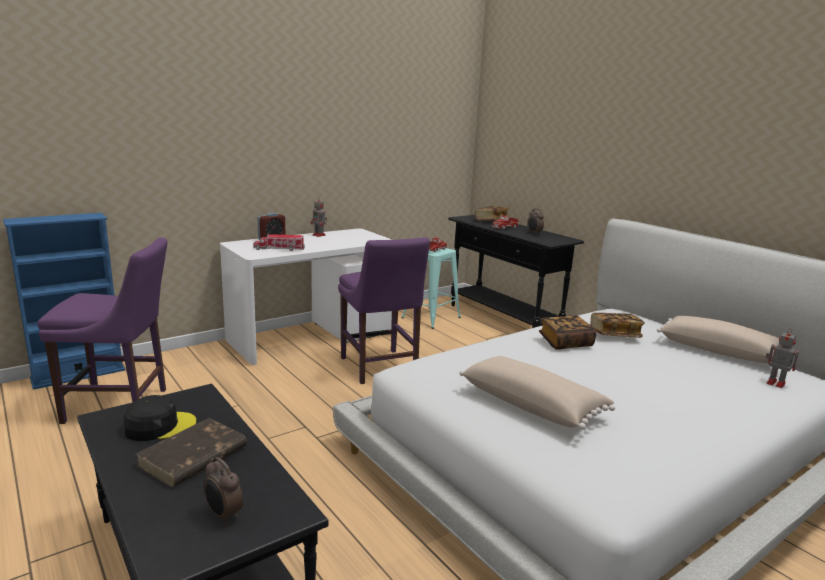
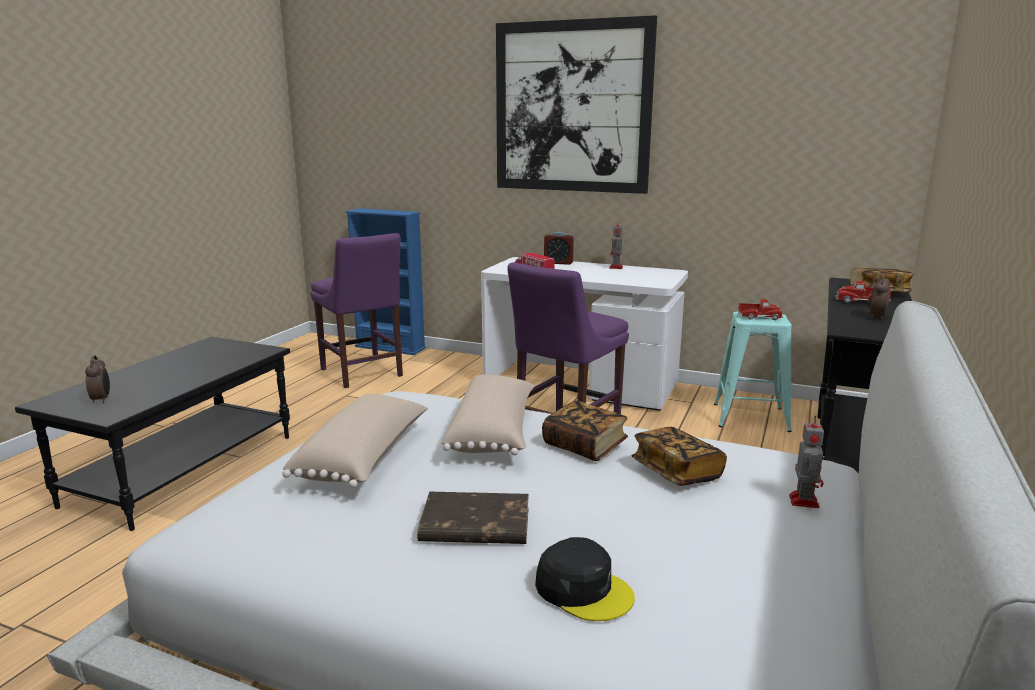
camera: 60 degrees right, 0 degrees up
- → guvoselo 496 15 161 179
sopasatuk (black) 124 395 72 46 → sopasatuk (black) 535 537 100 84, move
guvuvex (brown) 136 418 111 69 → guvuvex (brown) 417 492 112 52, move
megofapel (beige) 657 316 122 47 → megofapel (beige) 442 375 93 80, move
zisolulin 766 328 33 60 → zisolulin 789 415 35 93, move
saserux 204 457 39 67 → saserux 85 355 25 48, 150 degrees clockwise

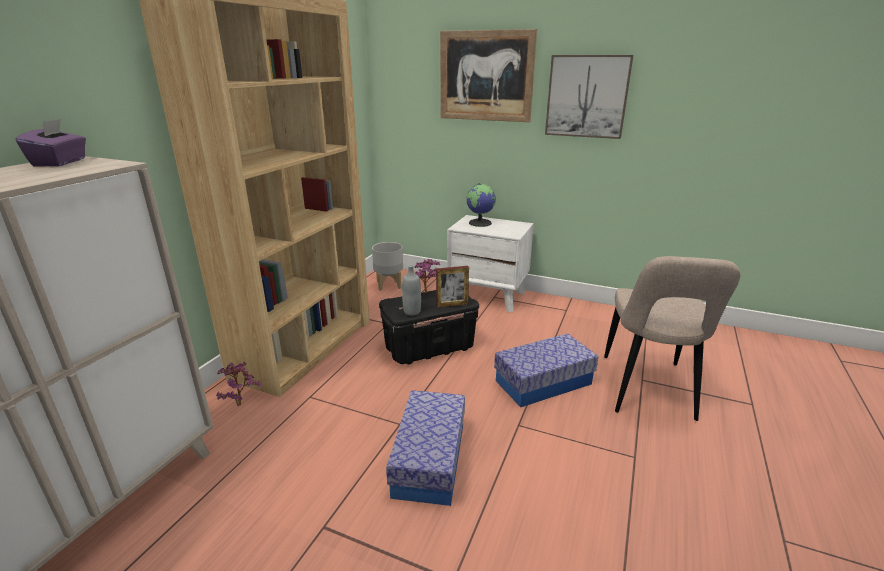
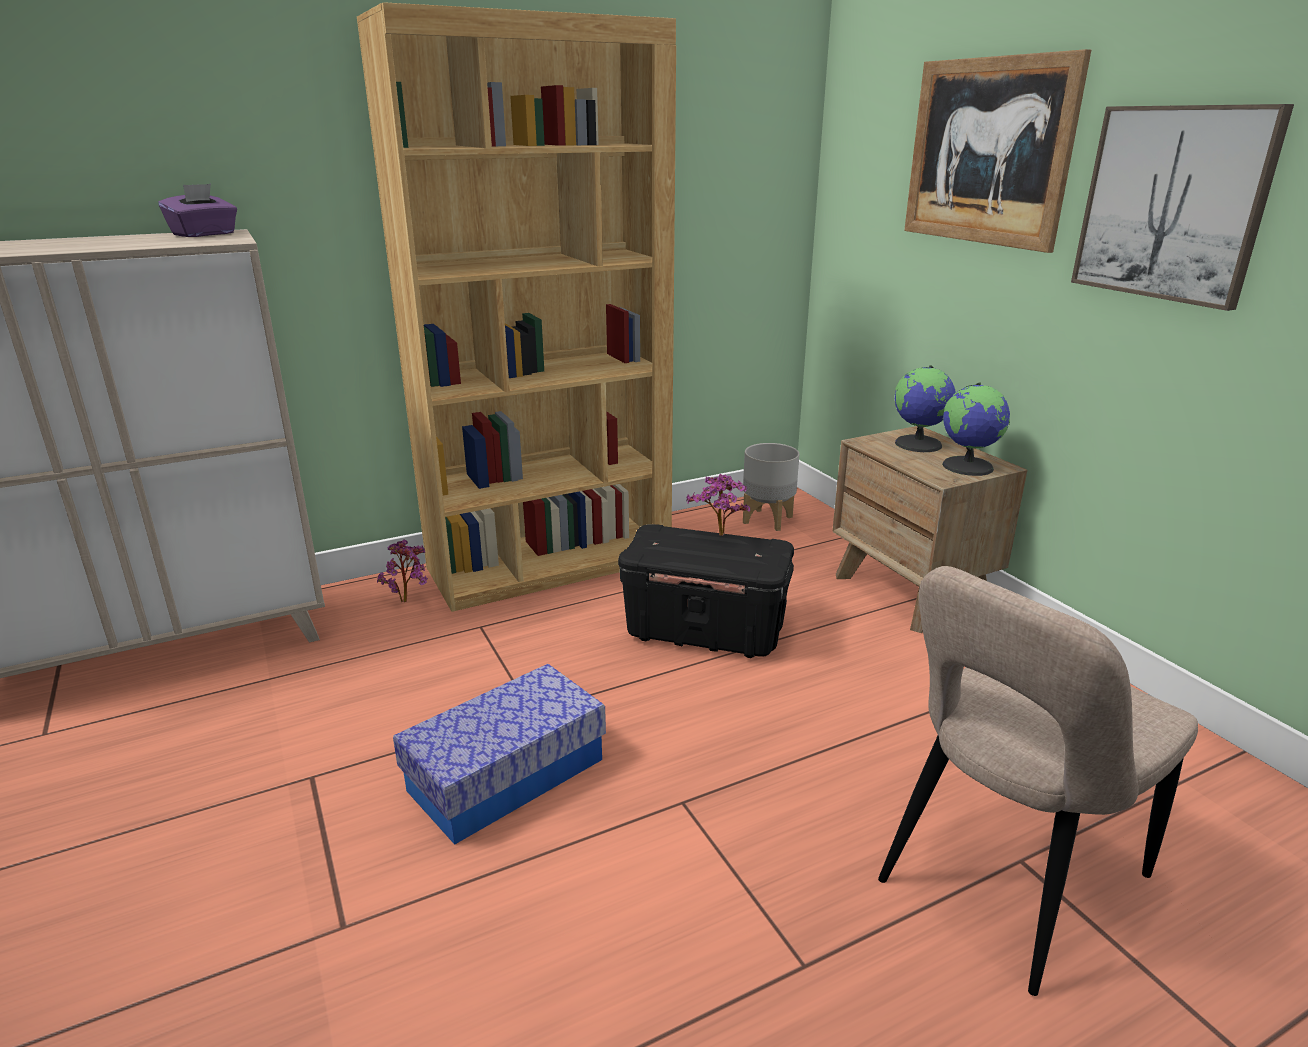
camera: 40 degrees right, 0 degrees up
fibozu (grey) 402 265 19 50 → -
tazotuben 436 266 33 42 → -
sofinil 494 333 104 74 → -
- → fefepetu 942 382 68 94
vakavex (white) 447 215 87 97 → vakavex (brown) 832 426 195 207

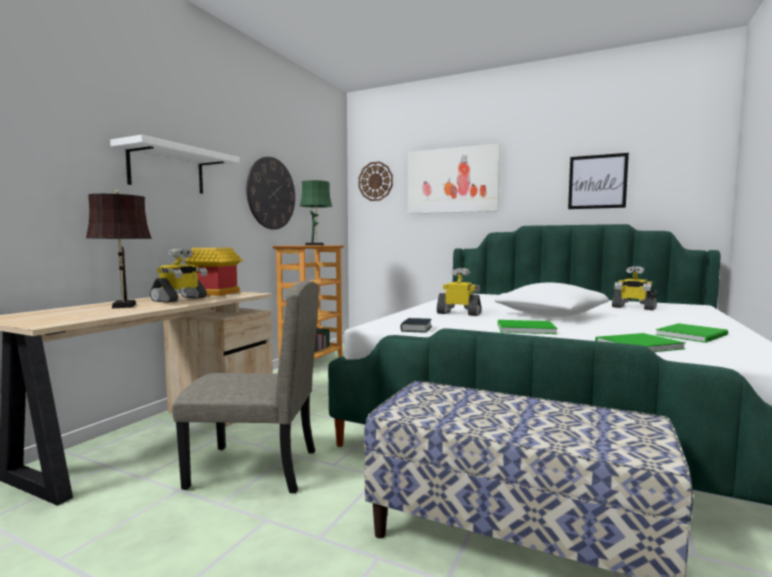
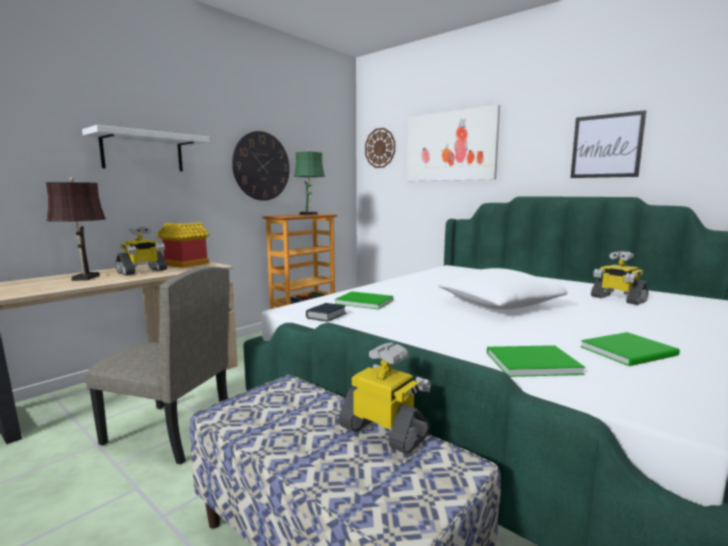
camera: 15 degrees right, 5 degrees up
zisolulin 437 268 44 48 → zisolulin 338 342 93 112, move
guvuvex (green) 498 320 60 14 → guvuvex (green) 335 291 58 19, move

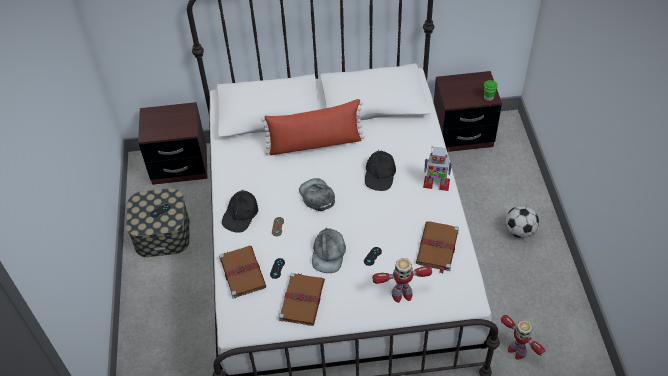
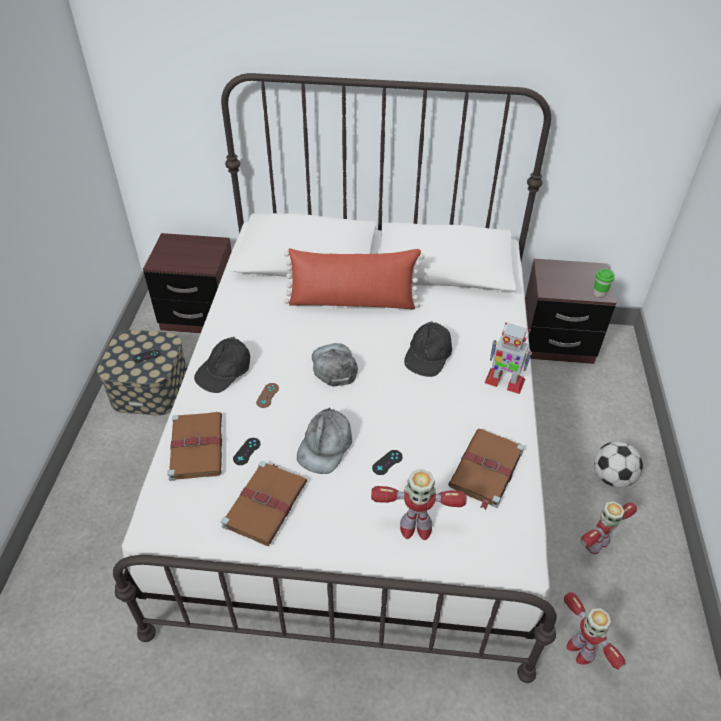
camera: 10 degrees right, 5 degrees down
- → zisolulin 581 501 56 53

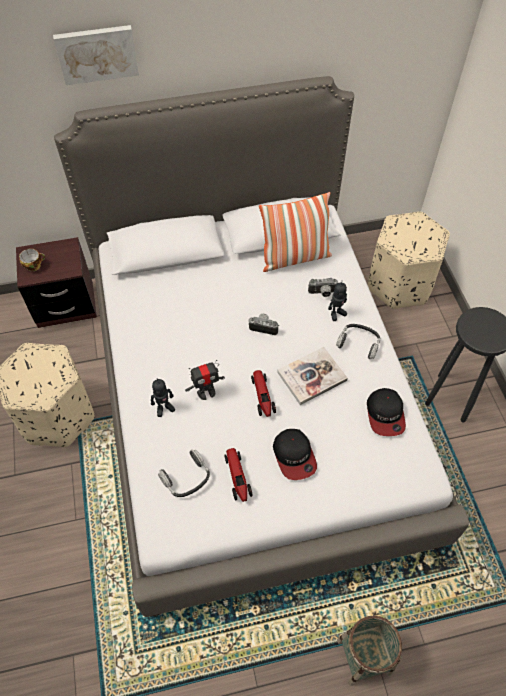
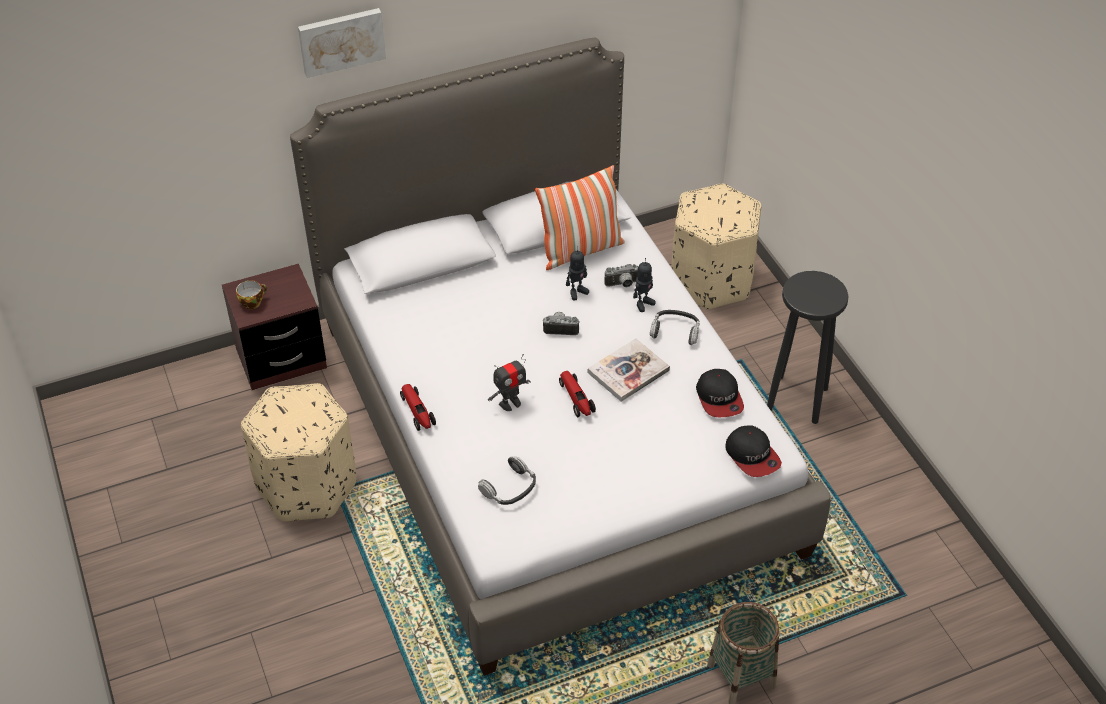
camera: 10 degrees left, 10 degrees down
zisolulin 151 378 24 39 → zisolulin 566 246 23 54, move
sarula 224 448 28 54 → sarula 400 384 36 47, move
sopasatuk 273 429 44 51 → sopasatuk 725 425 57 52, move

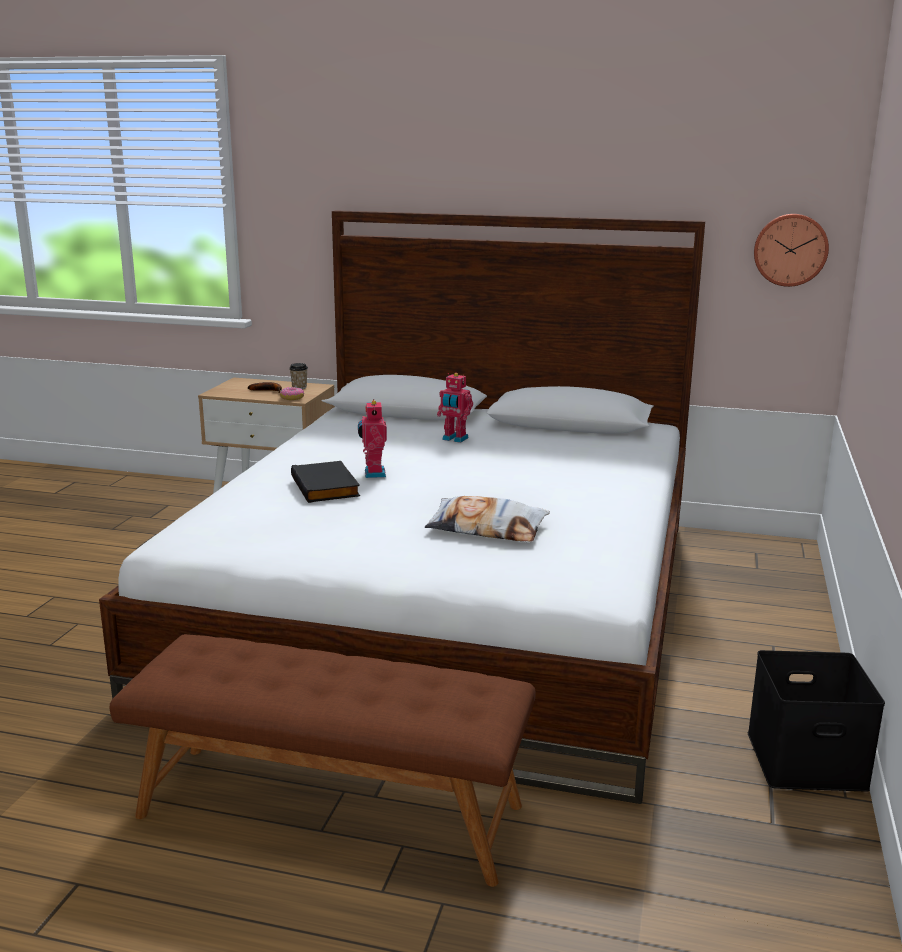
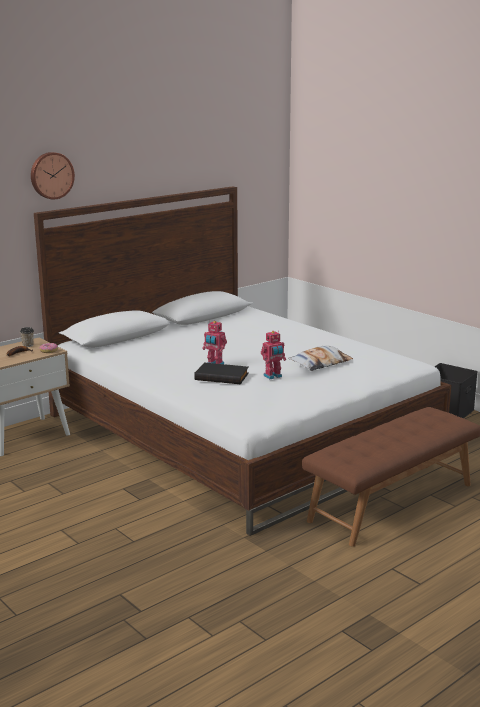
camera: 55 degrees left, 0 degrees up
zisolulin 437 373 36 70 → zisolulin 261 331 25 48, move
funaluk 754 214 75 73 → funaluk 31 152 44 47, move

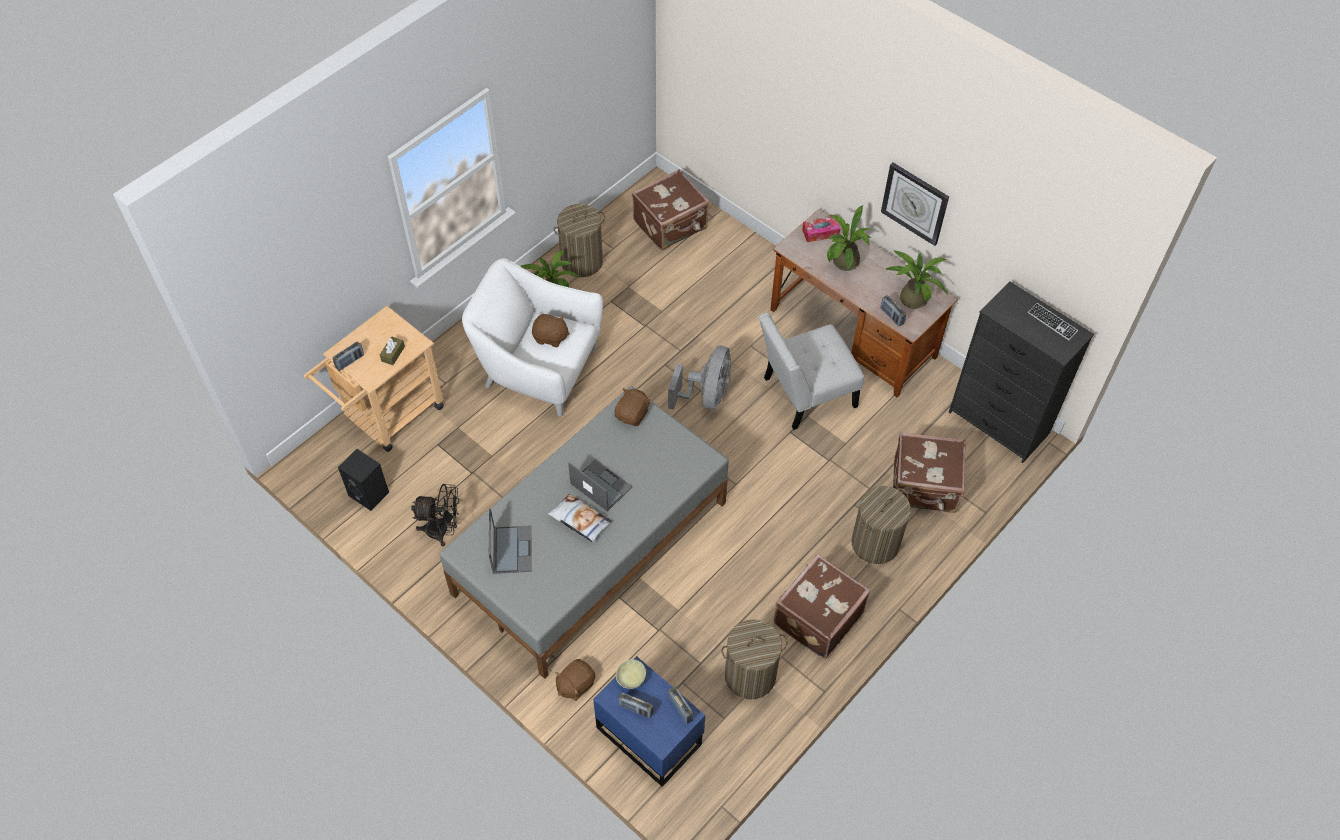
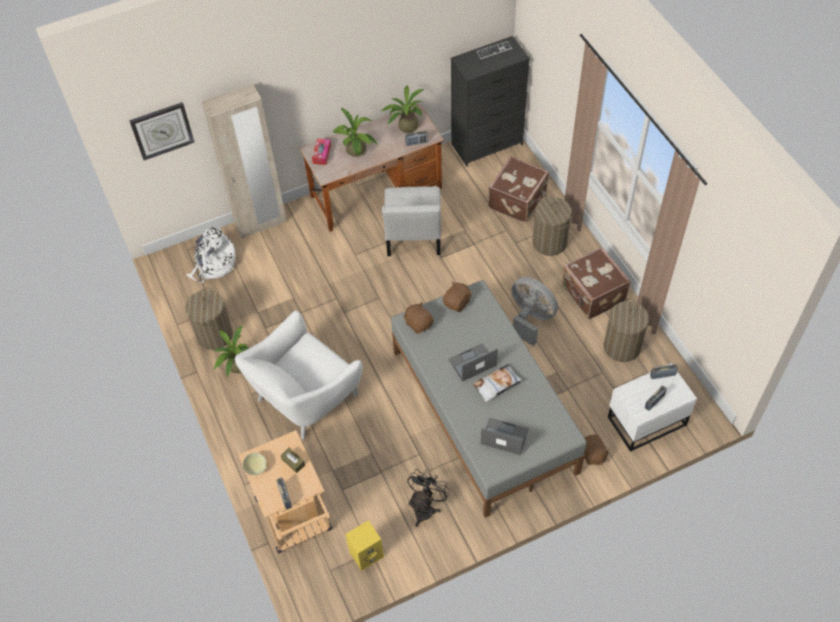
camera: 65 degrees left, 0 degrees up
- → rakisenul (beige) 202 84 85 155
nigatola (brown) 532 314 38 33 → nigatola (brown) 443 281 29 31, move
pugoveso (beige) 616 659 30 30 → pugoveso (beige) 243 452 24 24, move
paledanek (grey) 668 346 63 64 → paledanek (grey) 511 277 47 69, move
funaluk 881 162 68 84 → funaluk 129 102 66 58, move
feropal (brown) 632 170 77 80 → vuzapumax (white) 186 227 50 56
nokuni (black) 338 449 51 62 → nokuni (yellow) 345 520 39 51
vakavex (blue) 593 656 112 131 → vakavex (white) 608 363 89 89

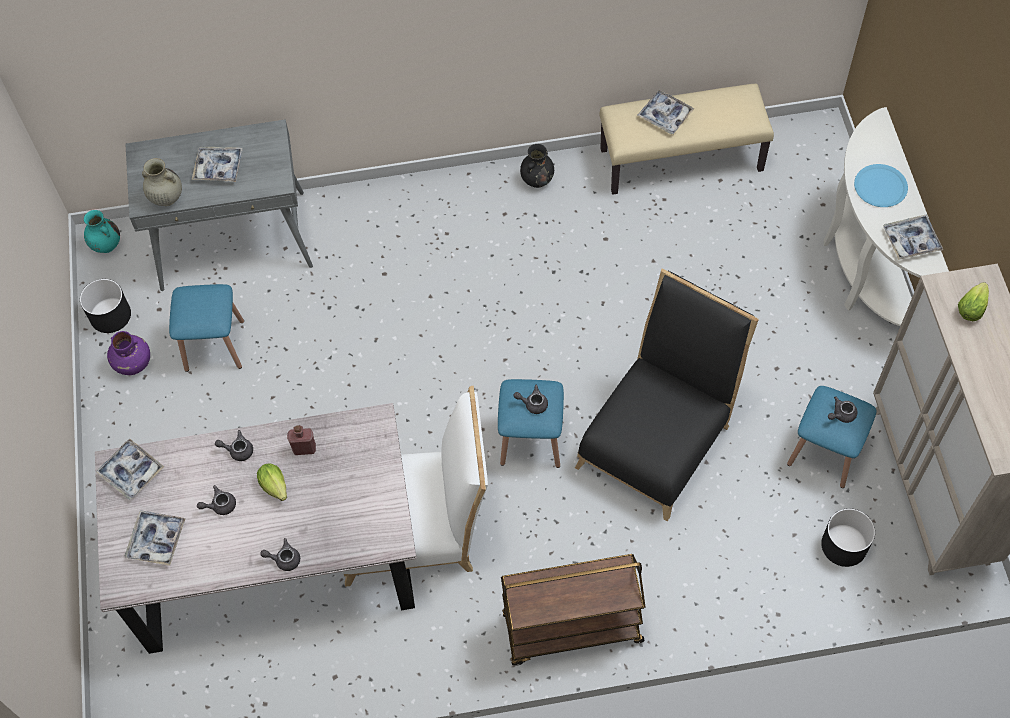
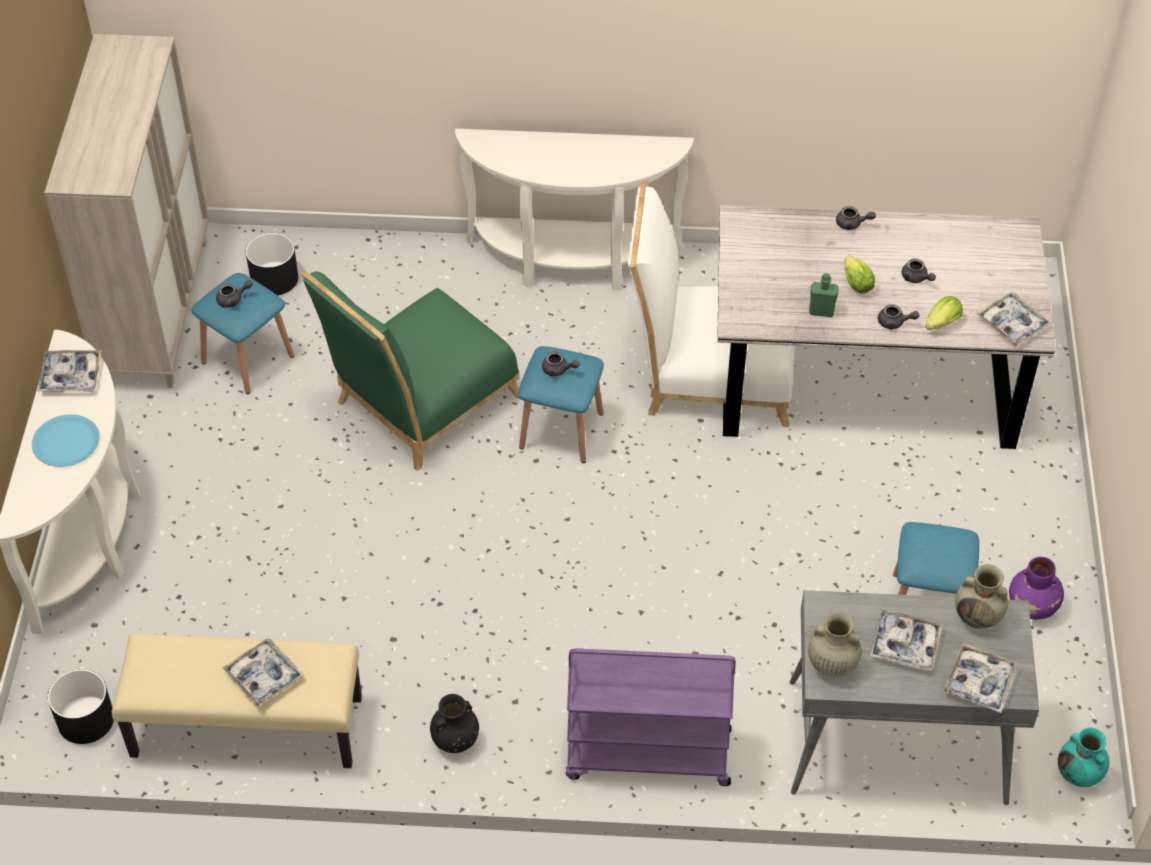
camera: 170 degrees left, 10 degrees down
- → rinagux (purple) 565 648 171 138
- → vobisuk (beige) 808 612 54 65
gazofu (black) 80 279 51 54 → gazofu (black) 48 669 66 75, move
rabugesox 125 510 61 56 → rabugesox 943 643 75 70, move
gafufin 958 282 31 39 → gafufin 925 296 38 34, move
rinagux (brown) 501 554 144 111 → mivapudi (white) 455 129 239 161
fibozu (red) 287 425 29 30 → fibozu (green) 809 273 30 44
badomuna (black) 575 268 184 253 → badomuna (green) 301 270 218 201
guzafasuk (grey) 197 485 39 30 → guzafasuk (grey) 902 259 34 24, 60 degrees clockwise

